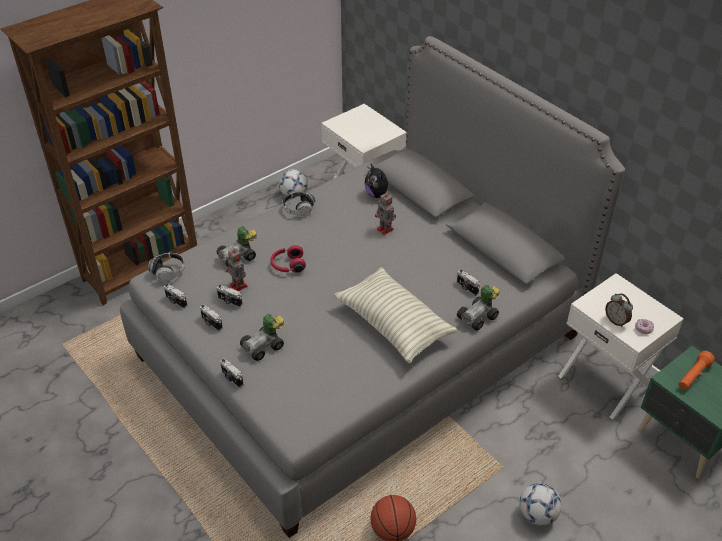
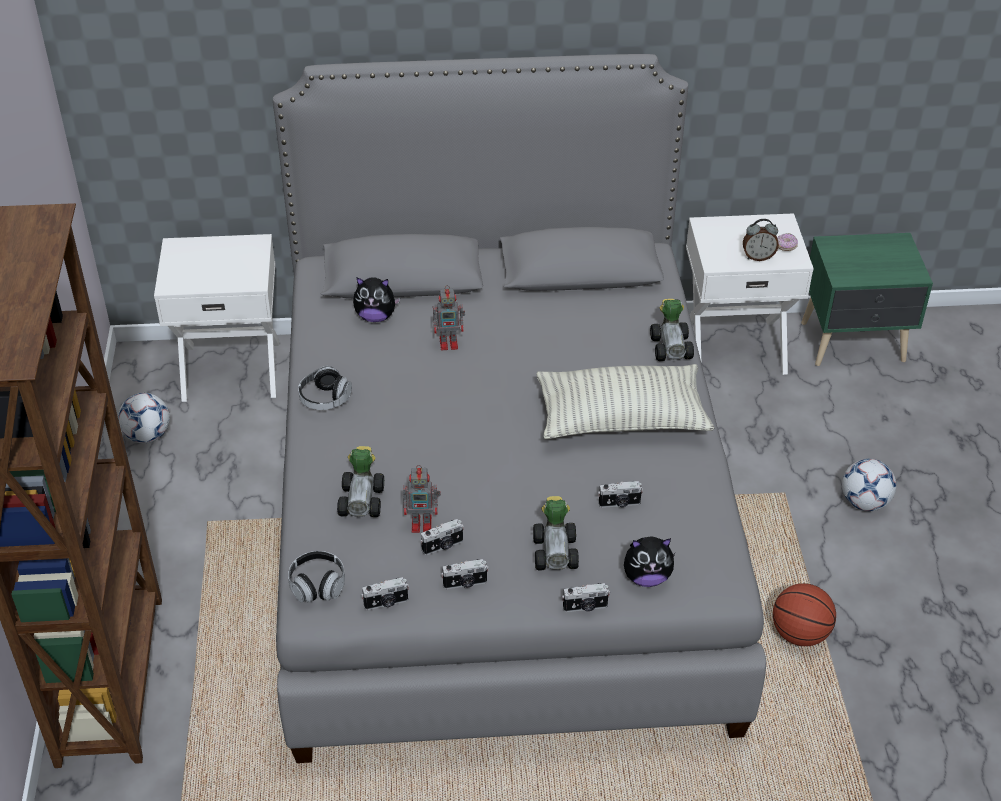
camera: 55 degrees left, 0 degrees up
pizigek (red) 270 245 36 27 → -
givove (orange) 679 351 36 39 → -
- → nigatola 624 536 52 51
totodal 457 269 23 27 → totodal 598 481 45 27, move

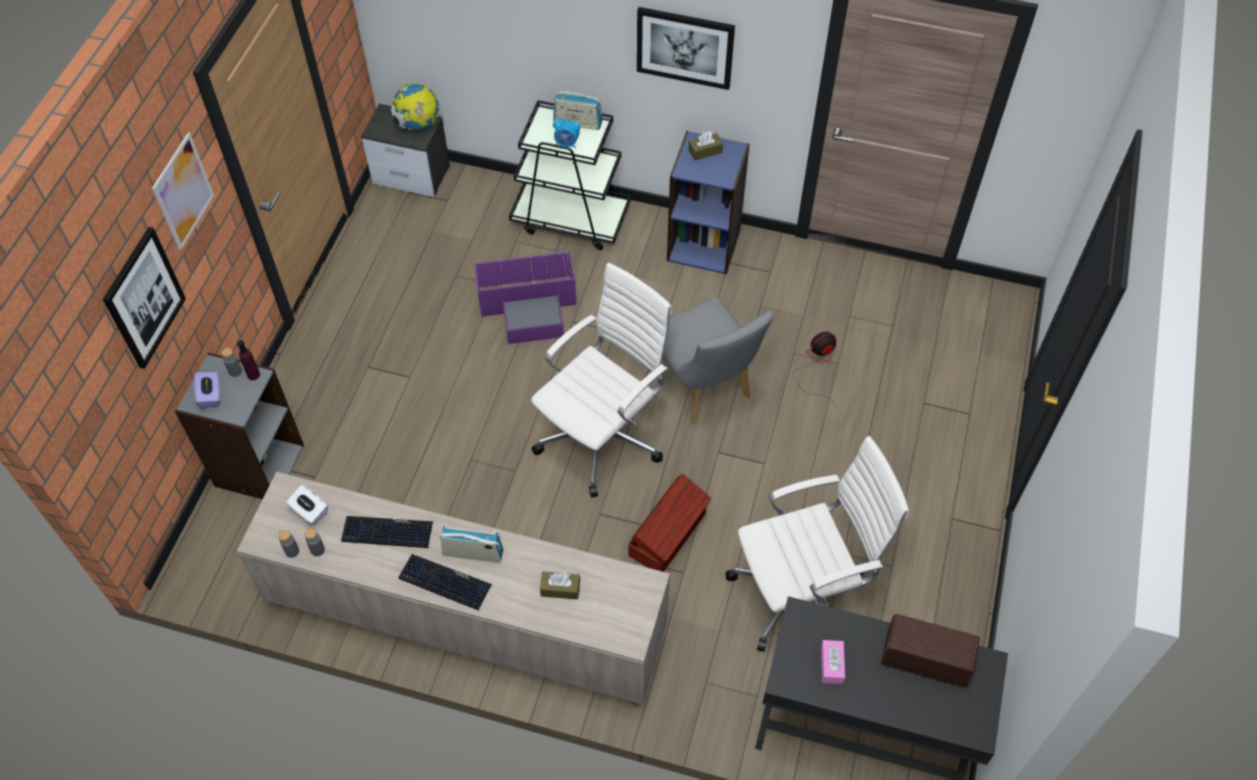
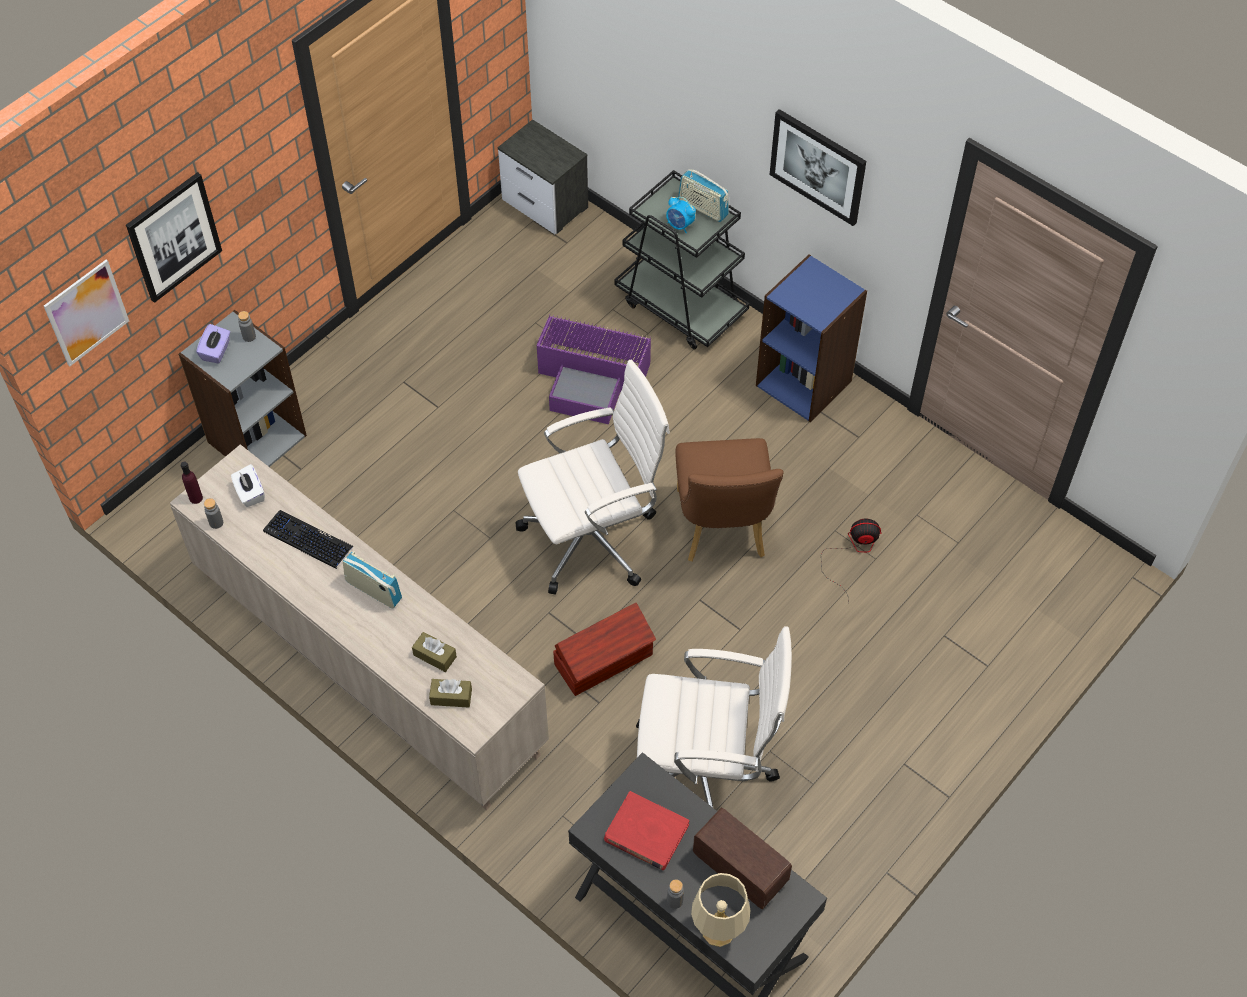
camera: 25 degrees right, 0 degrees up
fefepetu 391 83 48 47 → -
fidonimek 398 554 94 57 → -
- → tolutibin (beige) 691 873 59 74
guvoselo 152 133 62 117 → guvoselo 44 260 85 106, move
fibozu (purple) 237 340 23 40 → fibozu (purple) 181 462 22 42, move
fibozu (grey) 305 528 20 28 → fibozu (grey) 667 879 17 30, move
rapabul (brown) 688 131 35 30 → rapabul (brown) 429 679 43 29, move
rapabul (pink) 821 640 24 44 → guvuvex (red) 604 791 85 79
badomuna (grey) 663 297 111 127 → badomuna (brown) 675 438 109 124

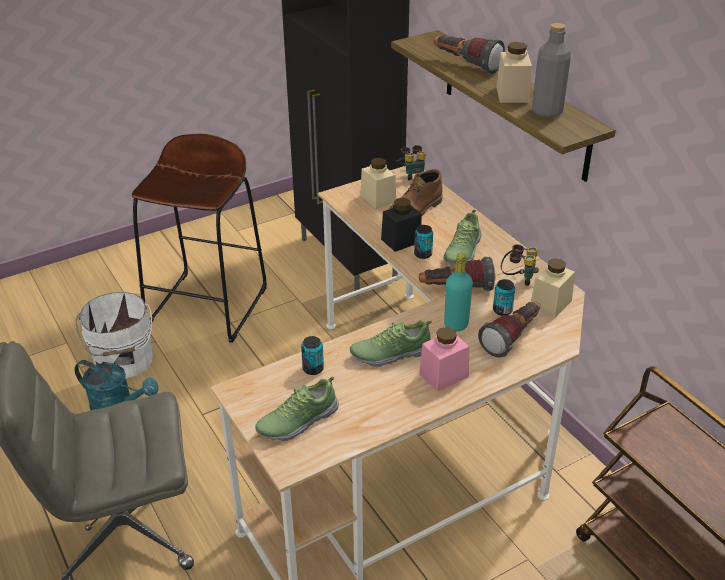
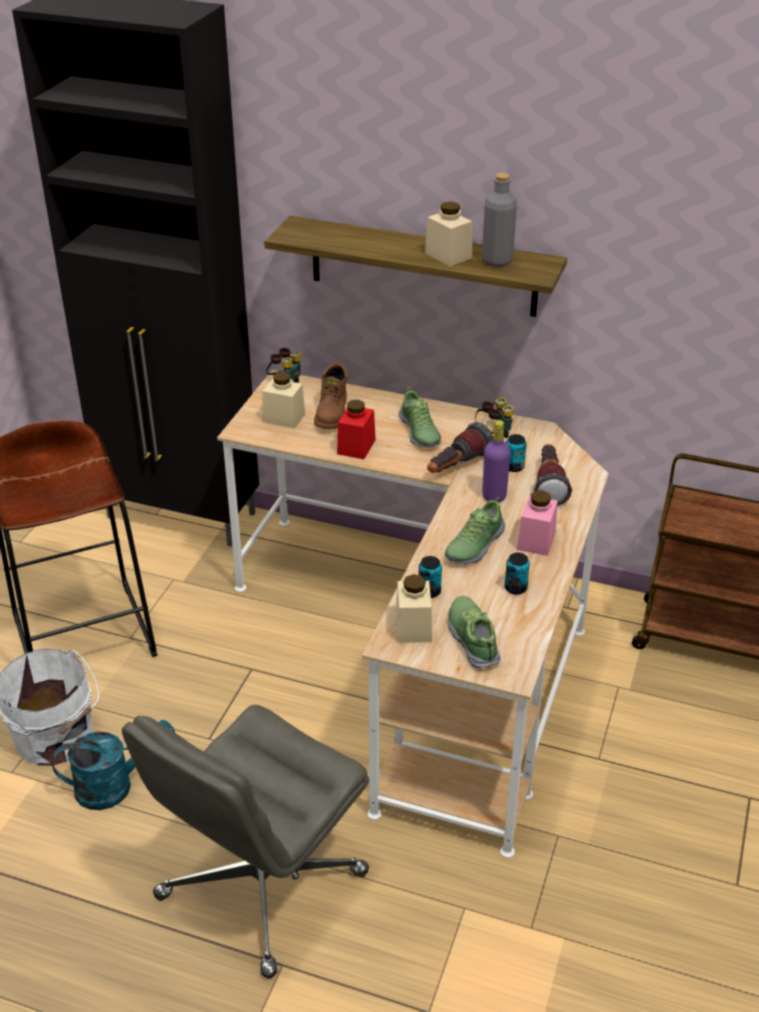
camera: 40 degrees left, 0 degrees up
givove 434 35 71 39 → -
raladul 414 225 19 34 → raladul 505 553 25 42, move
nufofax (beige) 531 258 44 60 → nufofax (beige) 396 574 36 69, move
nufofax (black) 381 198 41 54 → nufofax (red) 337 400 39 59
fibozu (turquoise) 444 253 29 79 → fibozu (purple) 482 420 29 83
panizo 255 377 84 64 → panizo 448 596 53 73, 150 degrees clockwise

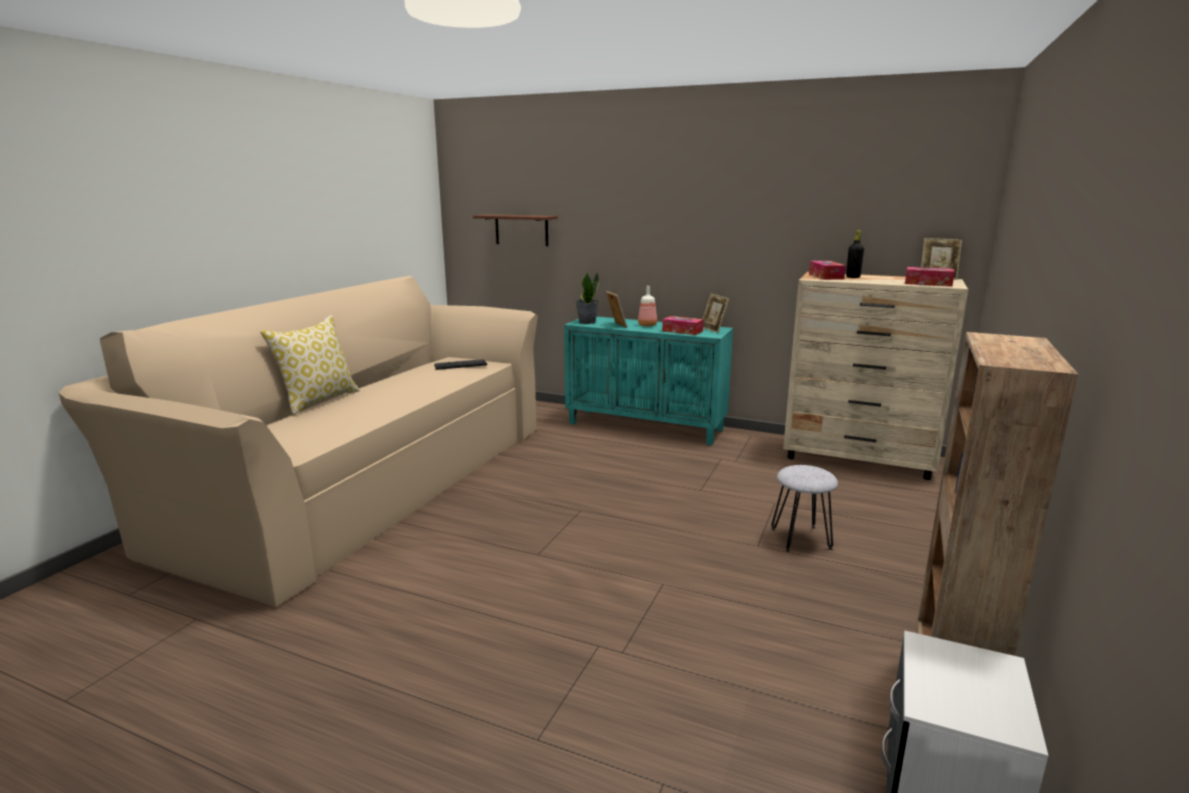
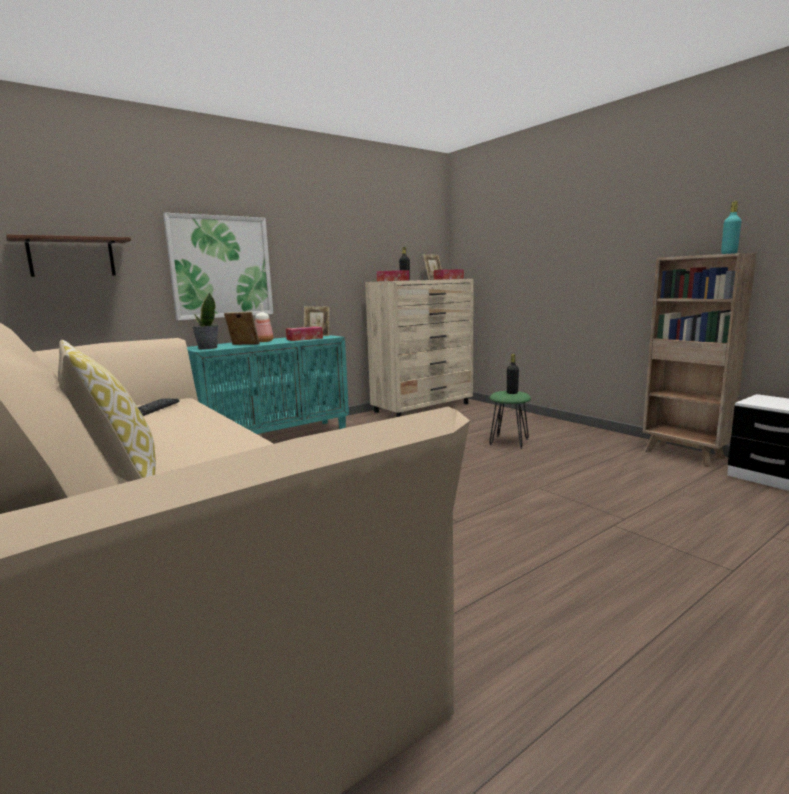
camera: 60 degrees left, 5 degrees down
- → guvoselo 163 213 110 107
- → fibozu (black) 507 354 12 40
- → fibozu (turquoise) 721 201 21 53
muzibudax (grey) 771 465 67 87 → muzibudax (green) 489 391 42 58

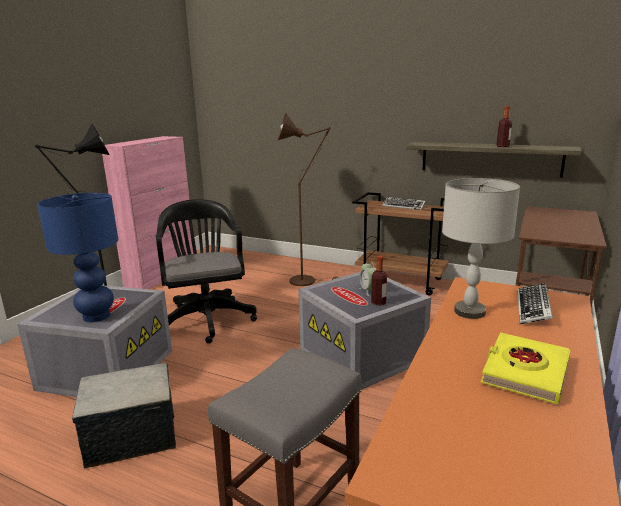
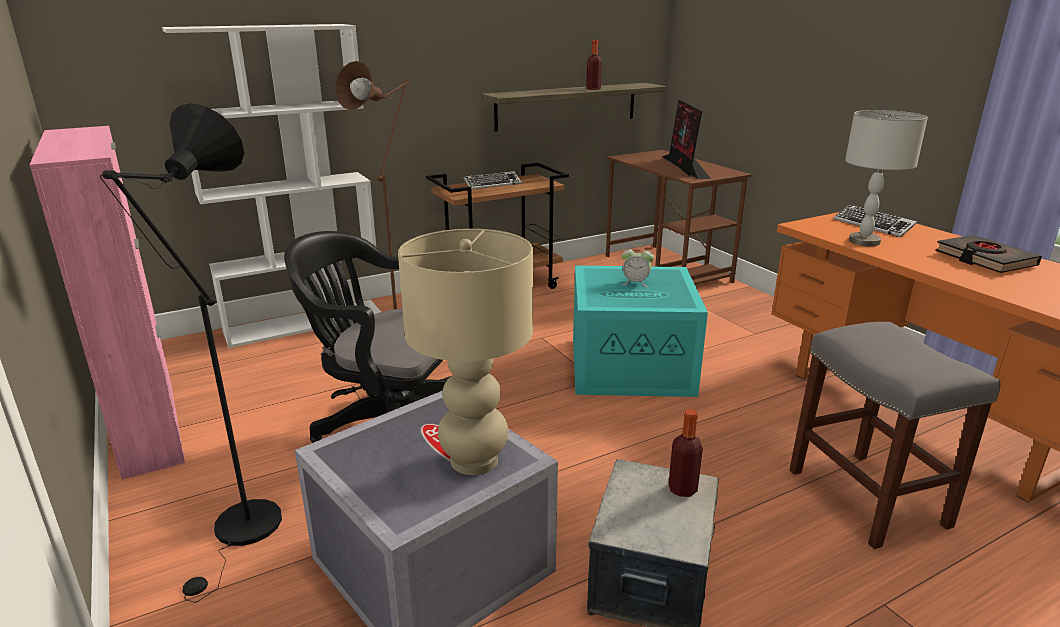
camera: 55 degrees left, 5 degrees up
- → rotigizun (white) 162 24 219 324
- → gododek 662 100 49 79
fibozu 371 255 16 50 → fibozu 668 409 35 88, move
tolutibin (blue) 37 193 81 129 → tolutibin (beige) 398 228 135 247
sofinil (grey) 298 272 133 117 → sofinil (turquoise) 573 266 135 131
guvuvex (yellow) 480 332 90 72 → guvuvex (black) 935 235 107 38

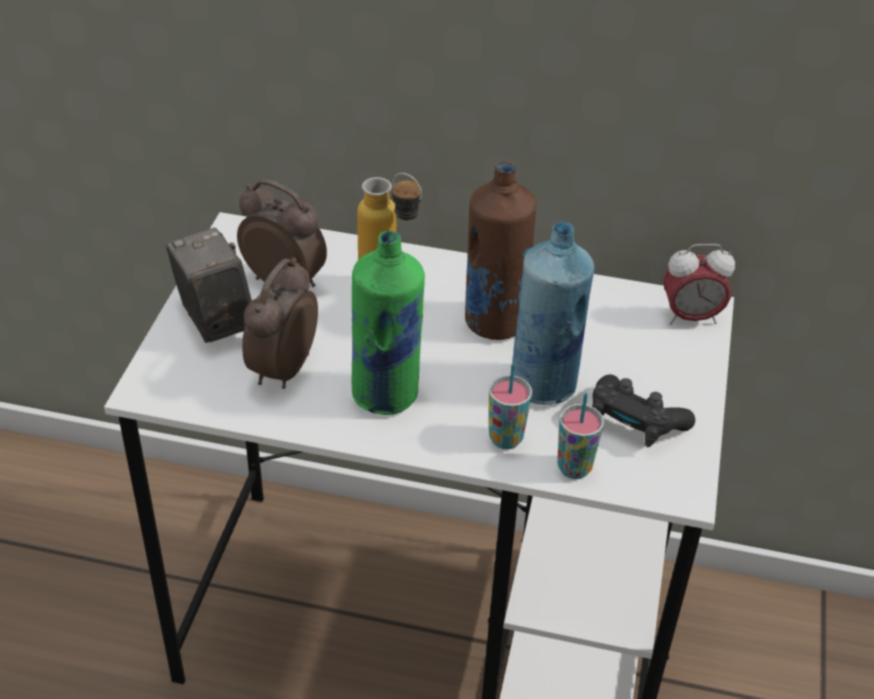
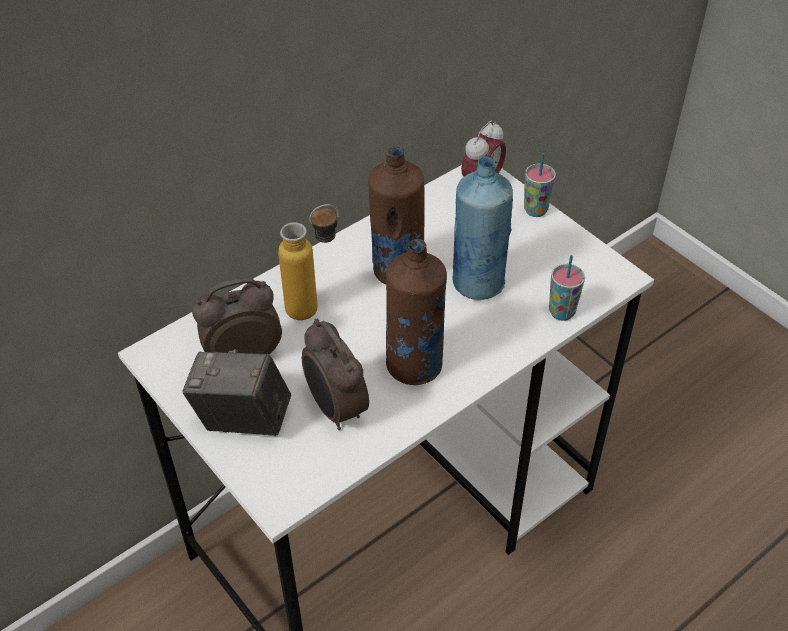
camera: 50 degrees left, 5 degrees up
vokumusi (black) 592 374 103 73 → -
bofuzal 489 364 43 85 → bofuzal 524 153 32 64, move
fibozu (green) 352 231 73 184 → fibozu (brown) 386 239 61 146

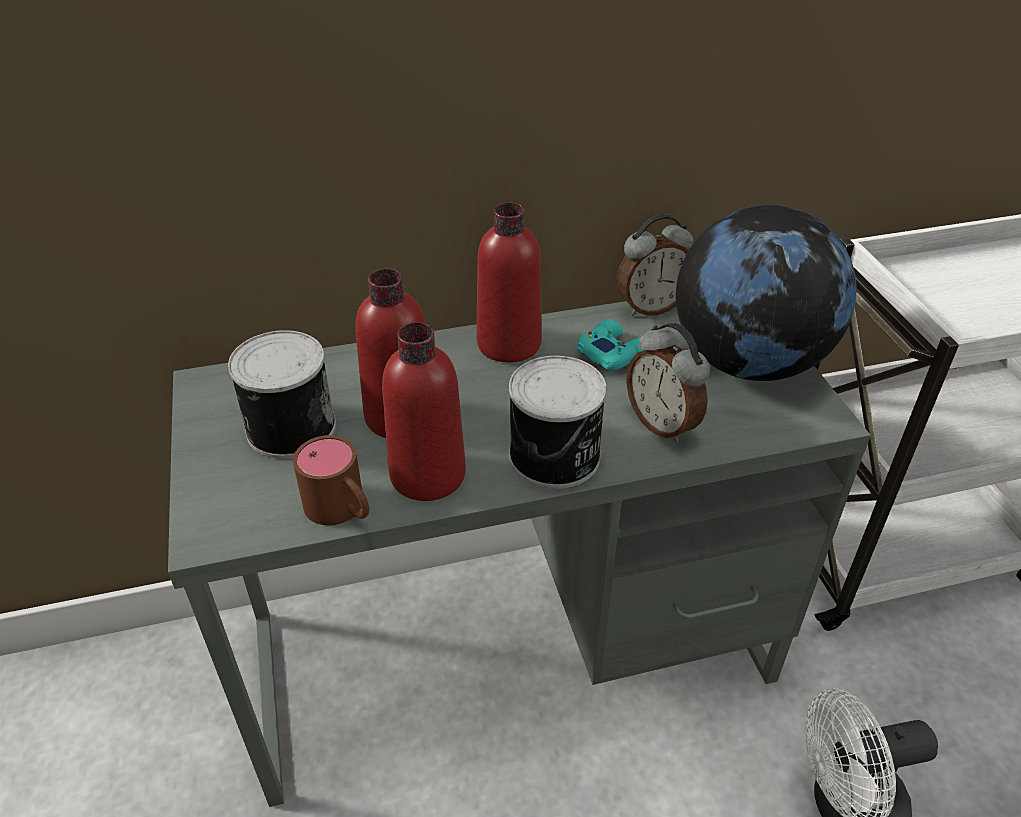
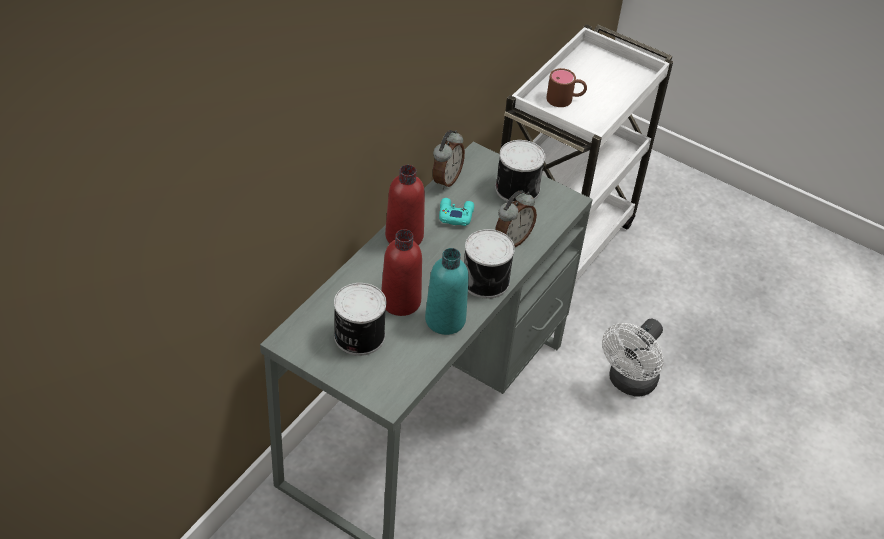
camera: 45 degrees left, 5 degrees up
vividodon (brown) 293 435 76 90 → vividodon (brown) 546 68 41 39, move
fefepetu 676 205 180 176 → raladul 495 140 50 62
fibozu (red) 382 322 84 179 → fibozu (turquoise) 425 248 44 87
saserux 626 323 84 120 → saserux 495 190 42 57, 60 degrees counterclockwise

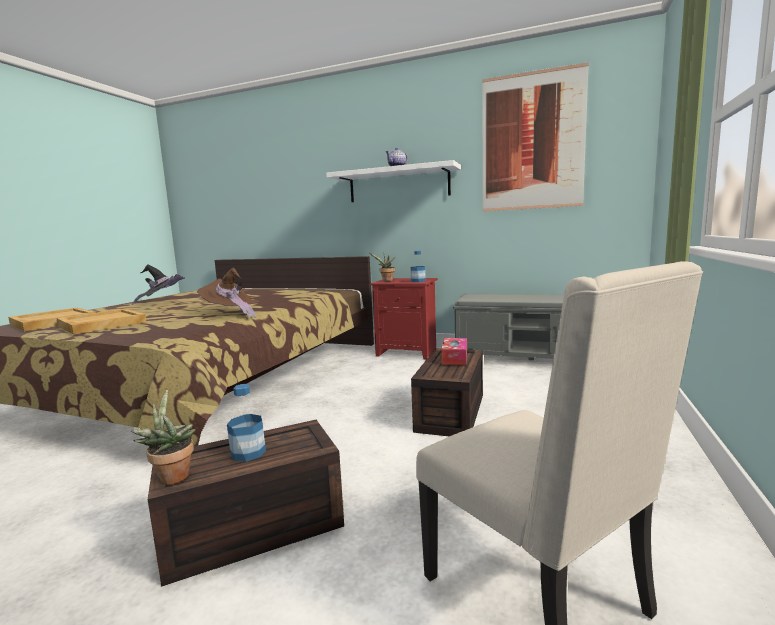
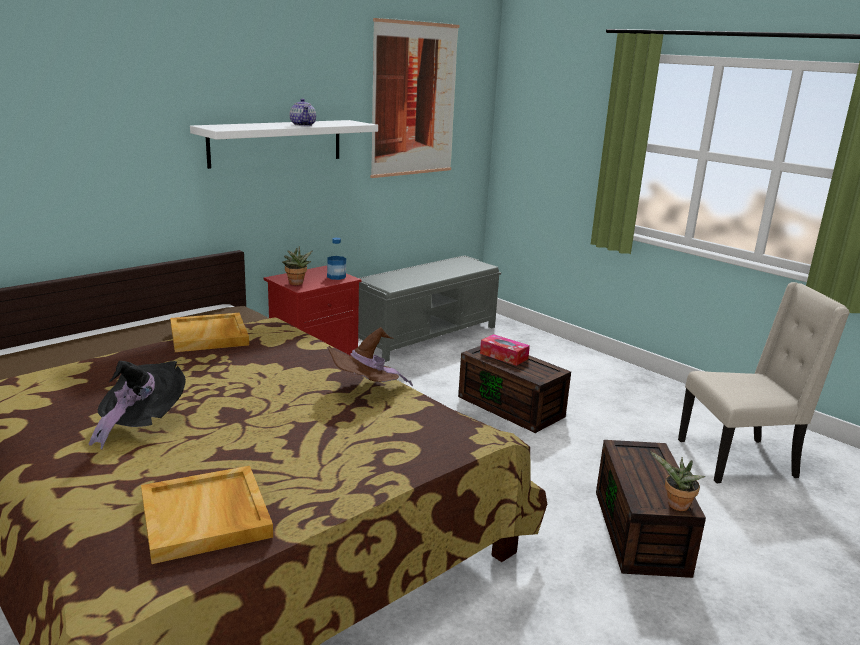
camera: 65 degrees left, 10 degrees up
fibozu 227 384 39 78 → -
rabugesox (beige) 56 309 91 25 → rabugesox (beige) 170 313 79 39, move

